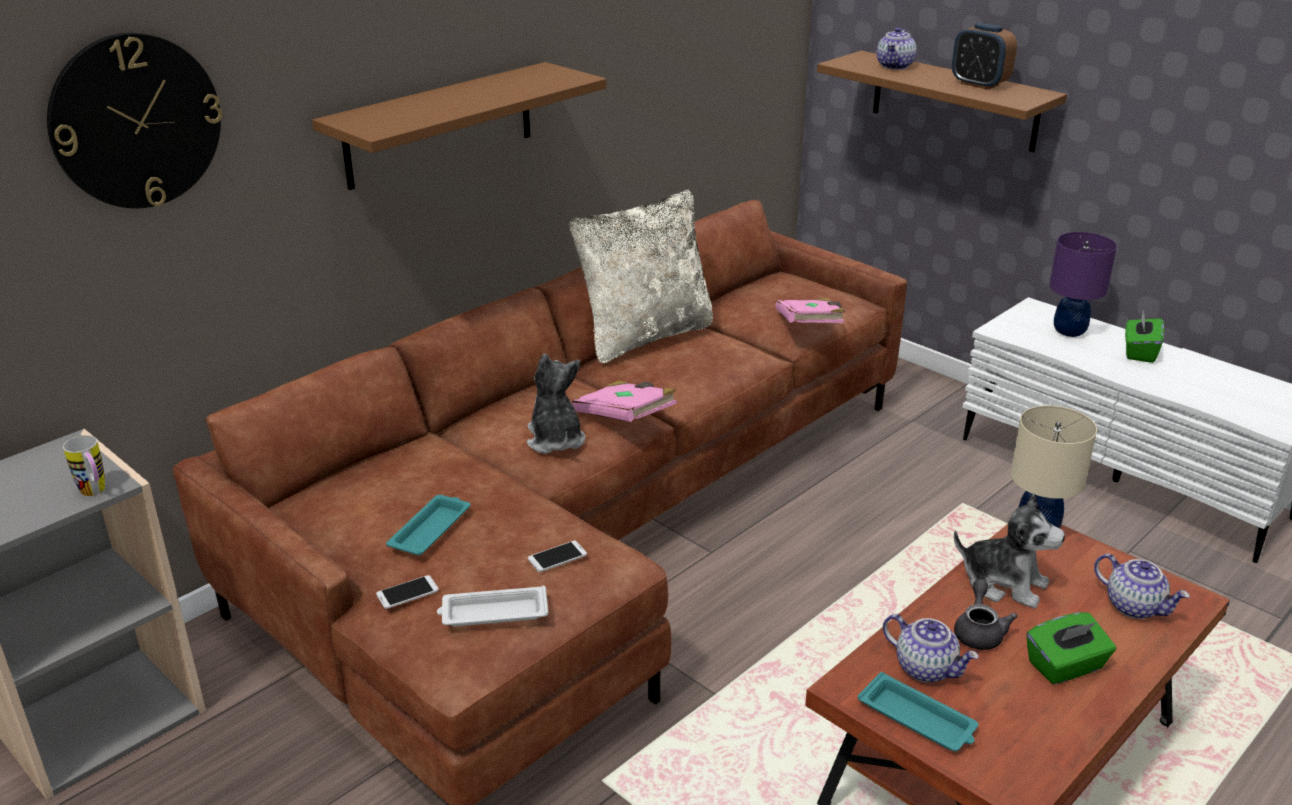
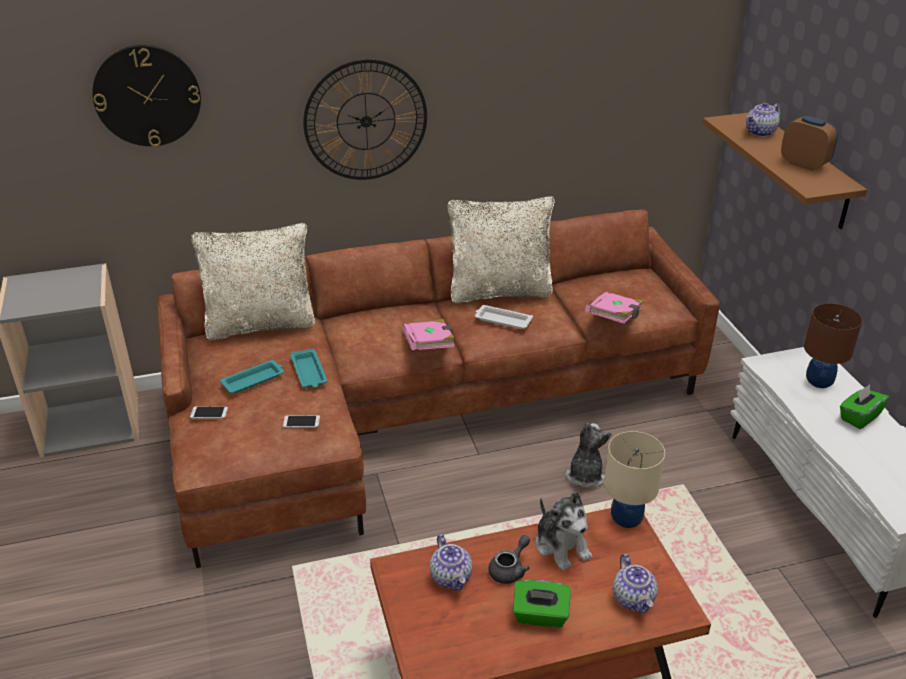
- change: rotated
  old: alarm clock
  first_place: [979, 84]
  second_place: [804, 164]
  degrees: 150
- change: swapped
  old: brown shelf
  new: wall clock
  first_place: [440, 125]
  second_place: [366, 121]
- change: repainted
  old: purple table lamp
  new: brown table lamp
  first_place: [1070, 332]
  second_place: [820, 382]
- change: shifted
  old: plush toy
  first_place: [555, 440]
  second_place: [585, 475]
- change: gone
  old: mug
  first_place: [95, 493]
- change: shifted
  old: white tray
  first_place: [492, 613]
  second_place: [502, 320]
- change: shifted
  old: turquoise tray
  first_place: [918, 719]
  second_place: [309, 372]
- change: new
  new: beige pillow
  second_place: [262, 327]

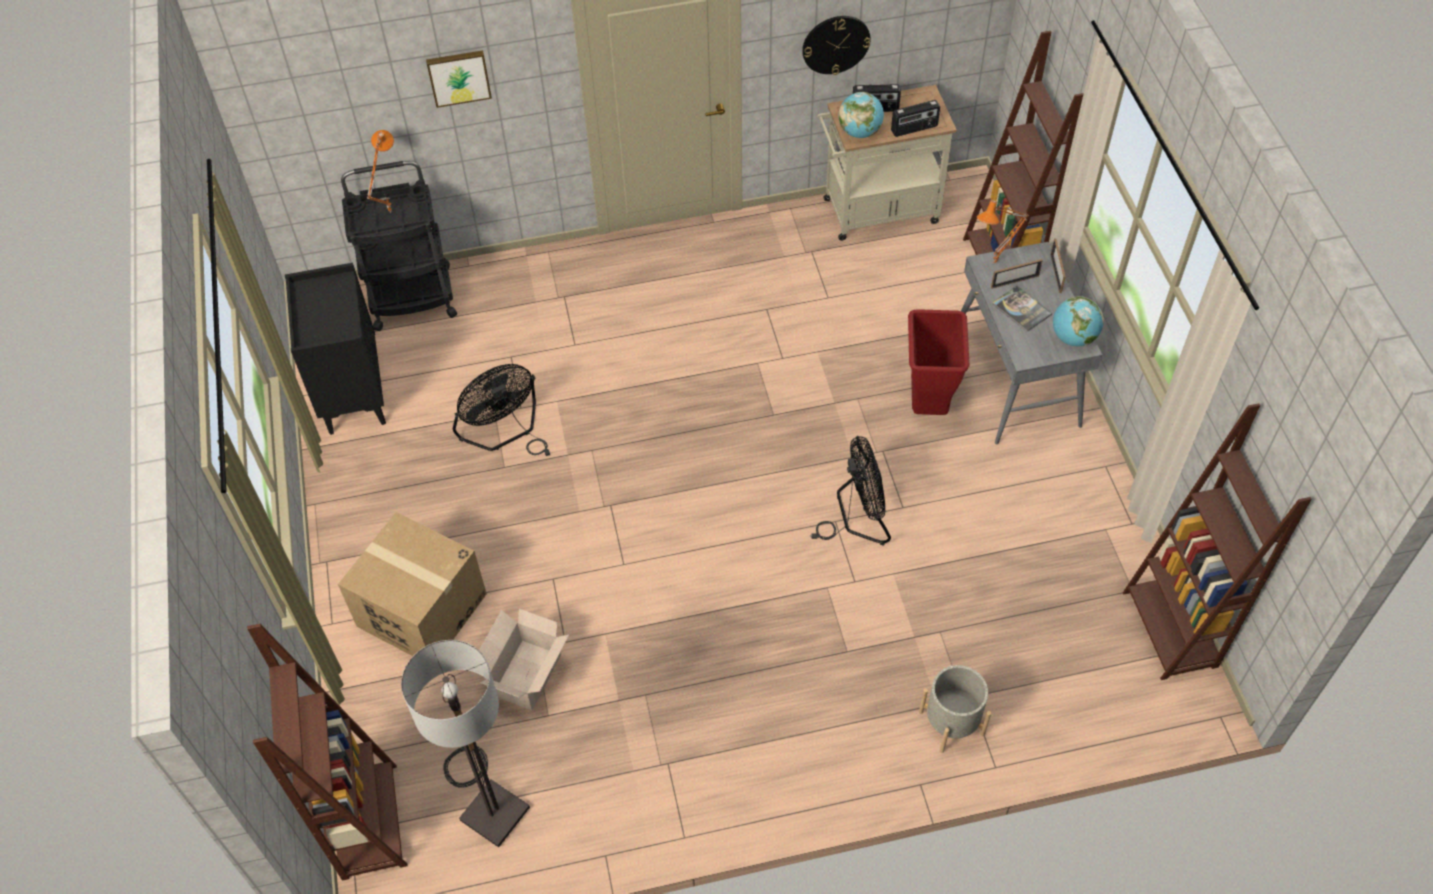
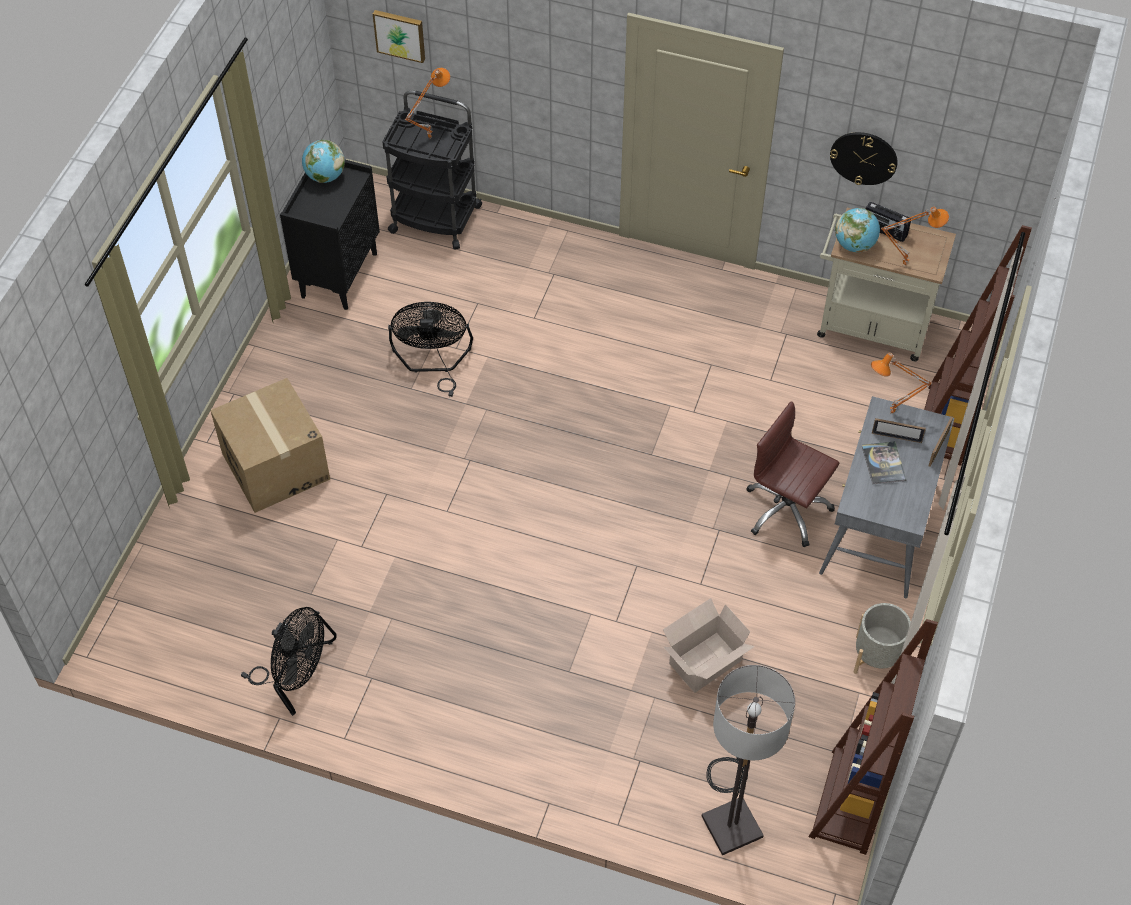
- change: shifted
  old: picture
  first_place: [459, 77]
  second_place: [400, 34]
- change: swapped
  old: radio
  new: orange table lamp
  first_place: [914, 129]
  second_place: [905, 264]
- change: shifted
  old: globe
  first_place: [1073, 337]
  second_place: [325, 176]
- change: swapped
  old: red trash can
  new: brown office chair
  first_place: [927, 403]
  second_place: [786, 510]
- change: shifted
  old: black fan
  first_place: [855, 513]
  second_place: [294, 674]
- change: shifted
  old: cardboard box
  first_place: [525, 677]
  second_place: [703, 663]
- change: gone
  old: brown bookcase
  first_place: [369, 821]
- change: shifted
  old: floor lamp
  first_place: [486, 799]
  second_place: [730, 811]
- change: shifted
  old: grey planter
  first_place: [951, 723]
  second_place: [877, 657]

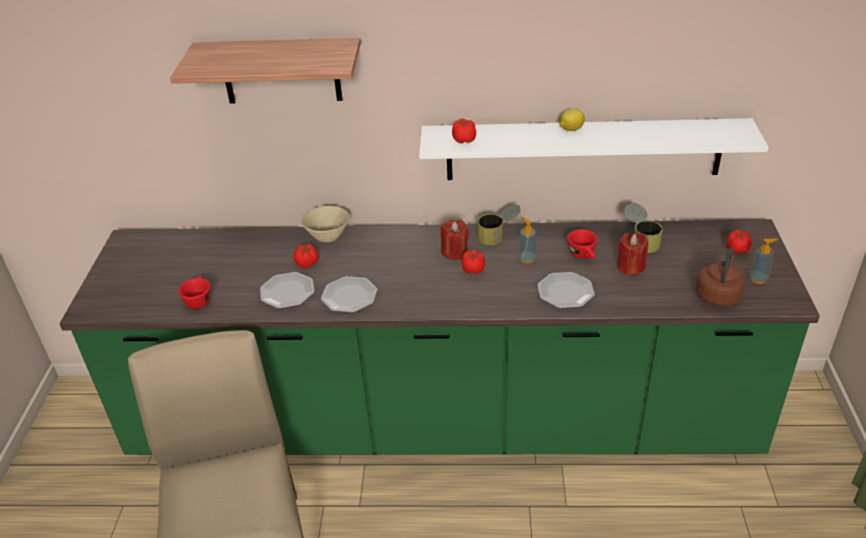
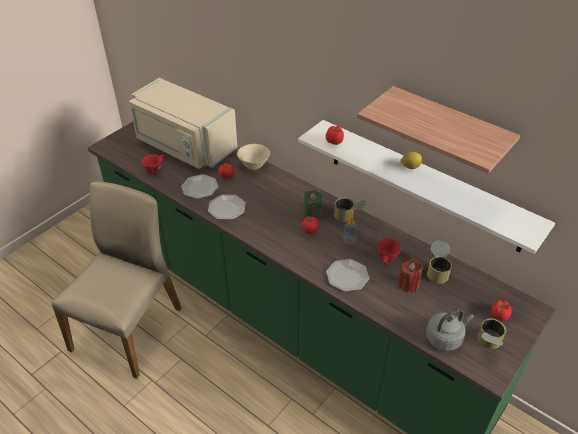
- change: shifted
  old: shelf
  first_place: [281, 71]
  second_place: [448, 132]
- change: repainted
  old: red candle
  new: green candle
  first_place: [454, 252]
  second_place: [312, 213]
- change: swapped
  old: soap dispenser
  new: can
  first_place: [758, 279]
  second_place: [487, 344]
- change: repainted
  old: brown kettle
  new: grey kettle
  first_place: [718, 294]
  second_place: [445, 338]
- change: new
  new: beige microwave
  second_place: [184, 146]

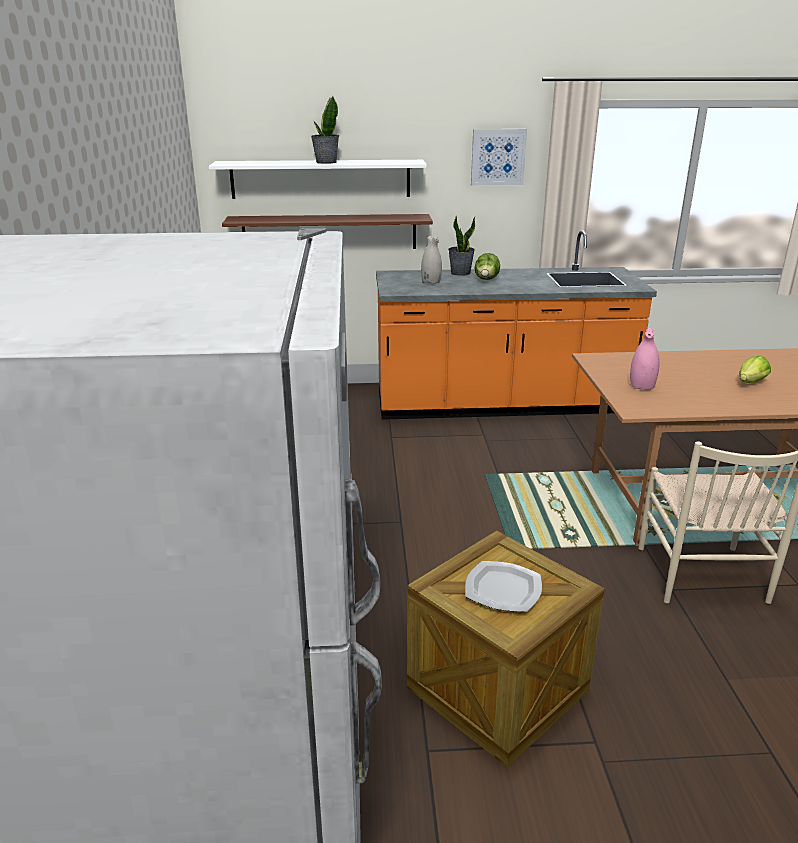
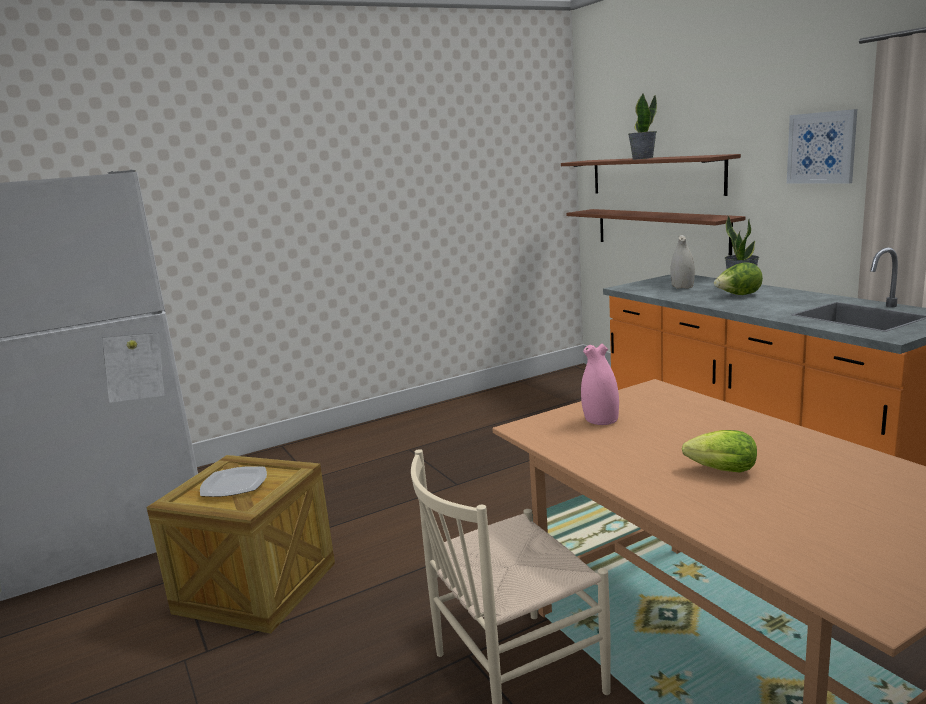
- change: repainted
  old: white shelf
  new: brown shelf
  first_place: [320, 179]
  second_place: [654, 176]

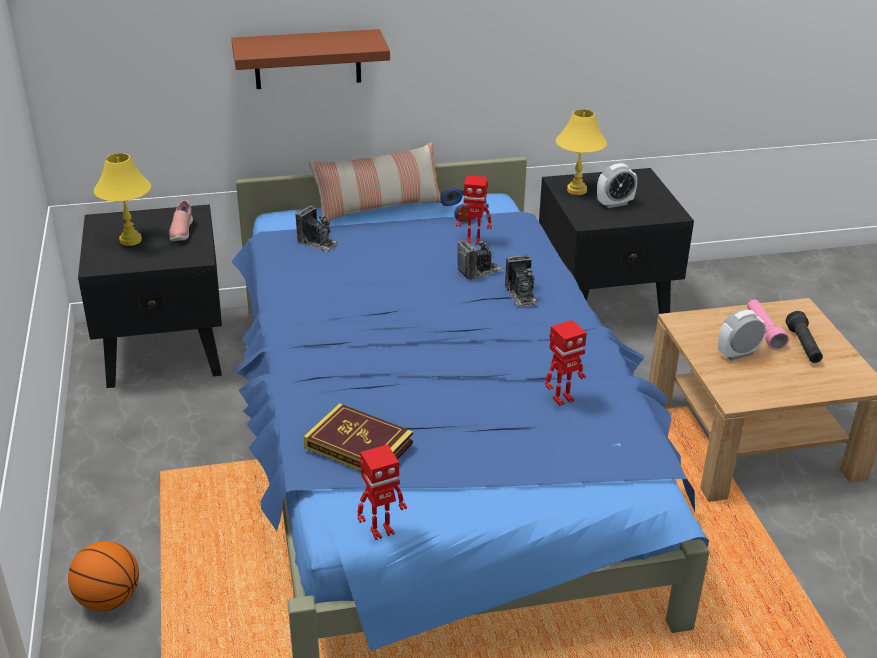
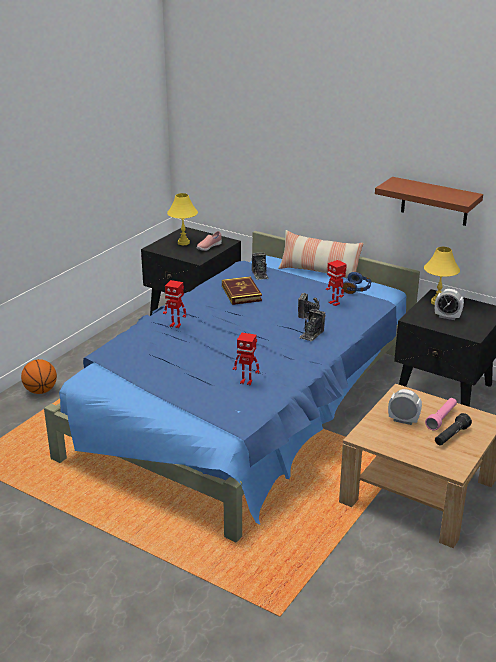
- change: shifted
  old: brown shelf
  first_place: [307, 59]
  second_place: [434, 201]
- change: shifted
  old: book
  first_place: [358, 445]
  second_place: [241, 293]
- change: shifted
  old: toy robot
  first_place: [381, 531]
  second_place: [175, 325]

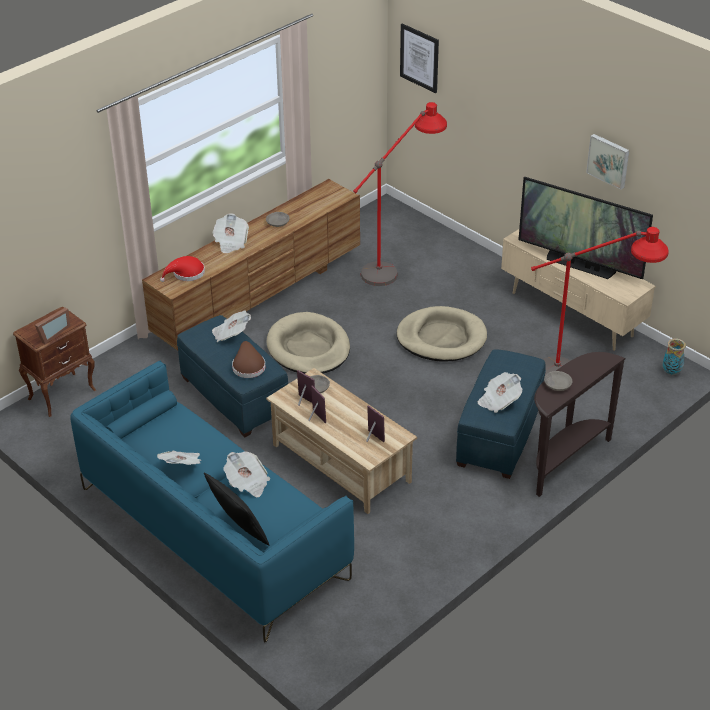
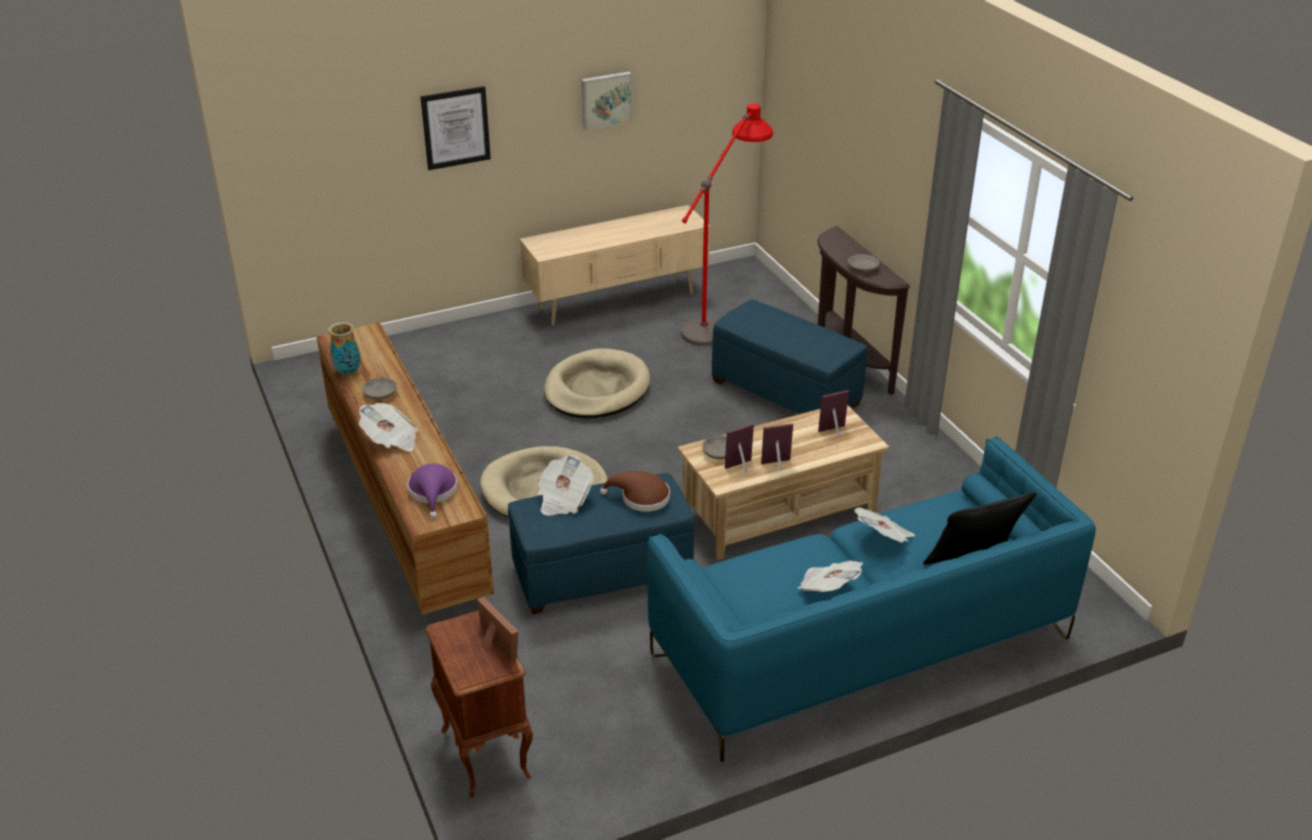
- change: shifted
  old: picture
  first_place: [419, 58]
  second_place: [455, 127]
- change: gone
  old: red floor lamp
  first_place: [398, 264]
- change: gone
  old: television
  first_place: [579, 265]
- change: repainted
  old: red hat
  new: purple hat
  first_place: [186, 274]
  second_place: [433, 492]
- change: shifted
  old: vase
  first_place: [671, 372]
  second_place: [347, 372]
- change: gone
  old: newspaper
  first_place: [499, 401]

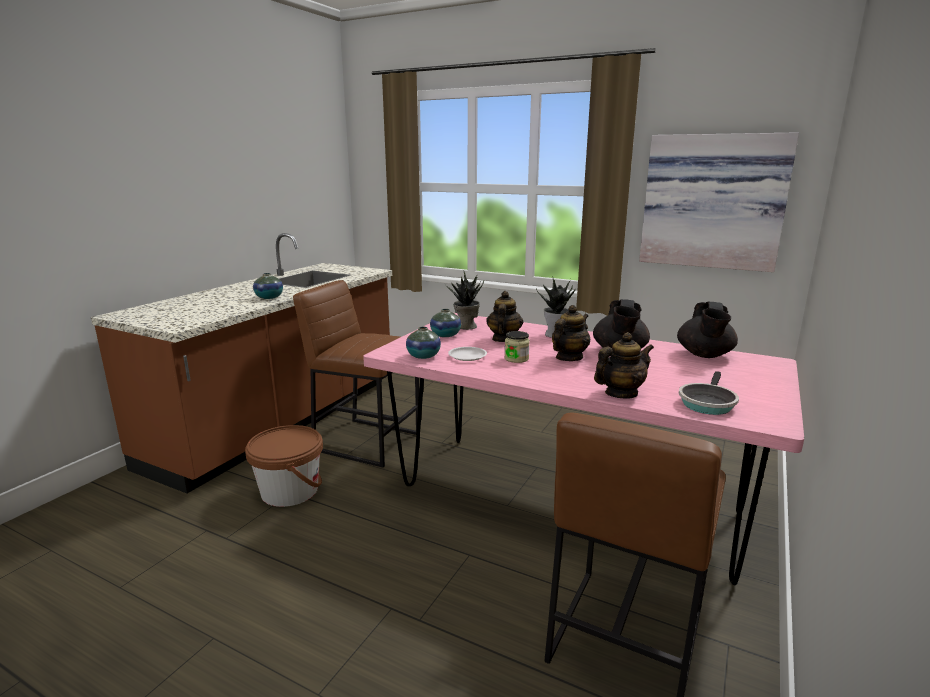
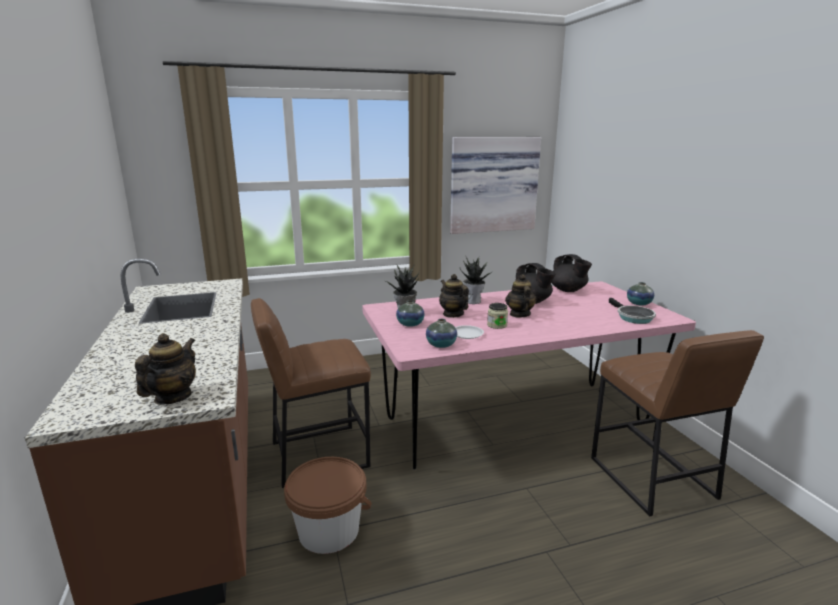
- change: shifted
  old: vase
  first_place: [269, 297]
  second_place: [639, 303]
- change: shifted
  old: teapot
  first_place: [621, 393]
  second_place: [172, 397]

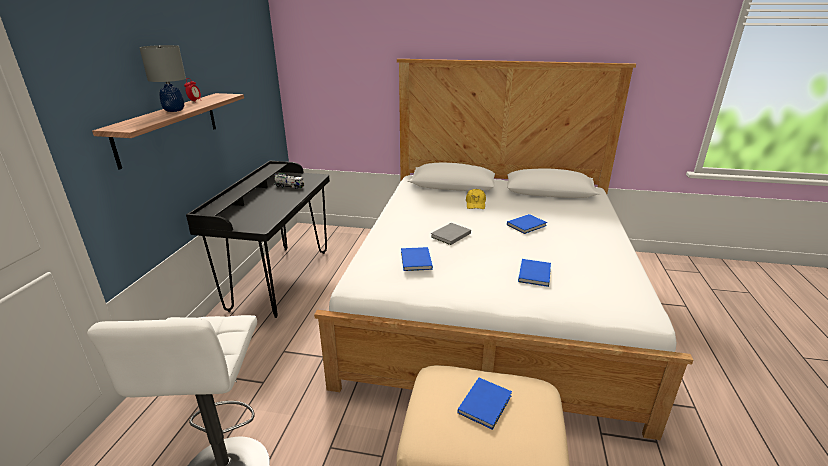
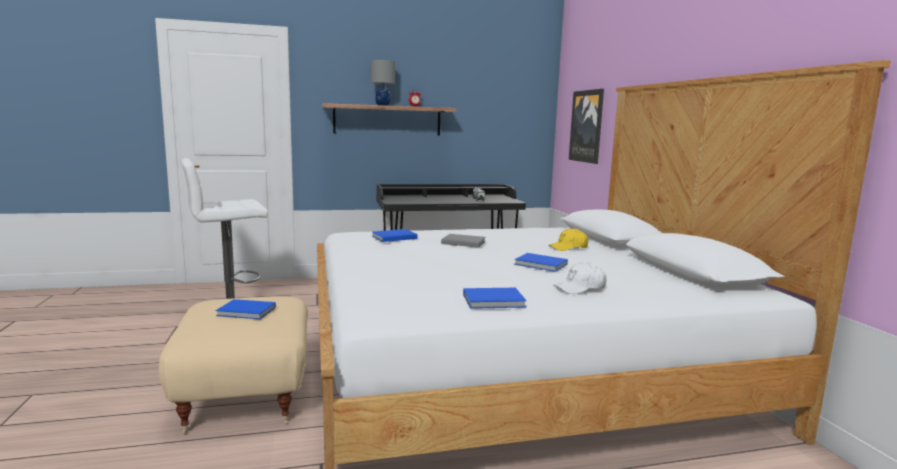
- change: shifted
  old: blue book
  first_place: [535, 273]
  second_place: [495, 301]
- change: new
  new: picture
  second_place: [587, 126]
- change: new
  new: white cap
  second_place: [580, 288]

